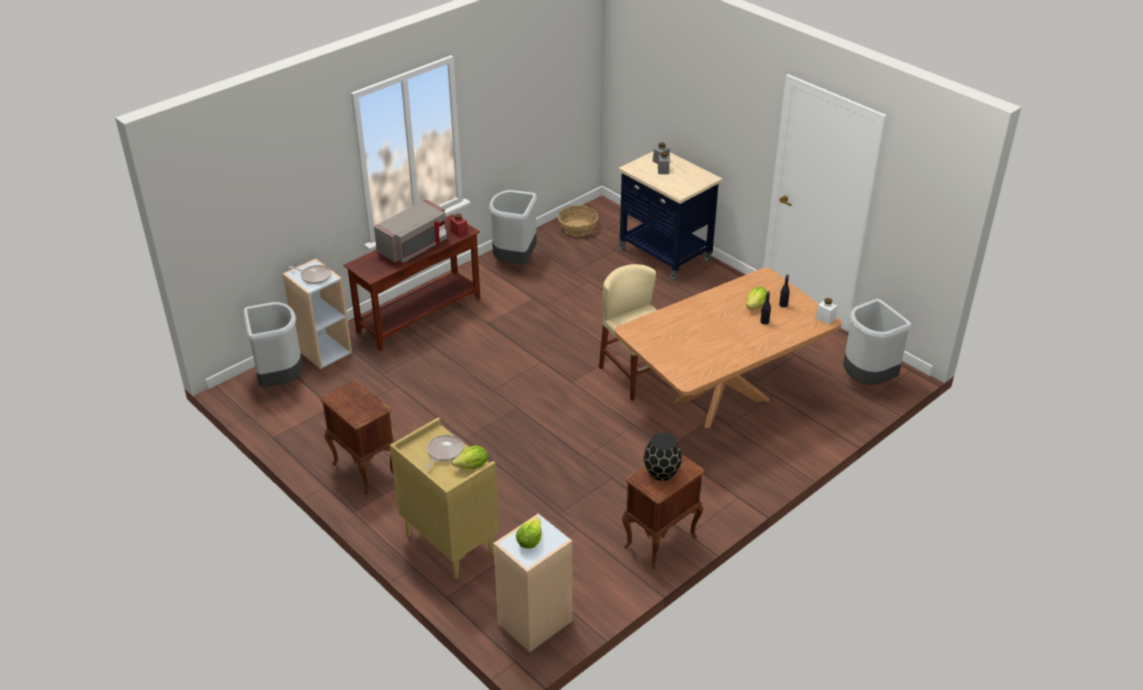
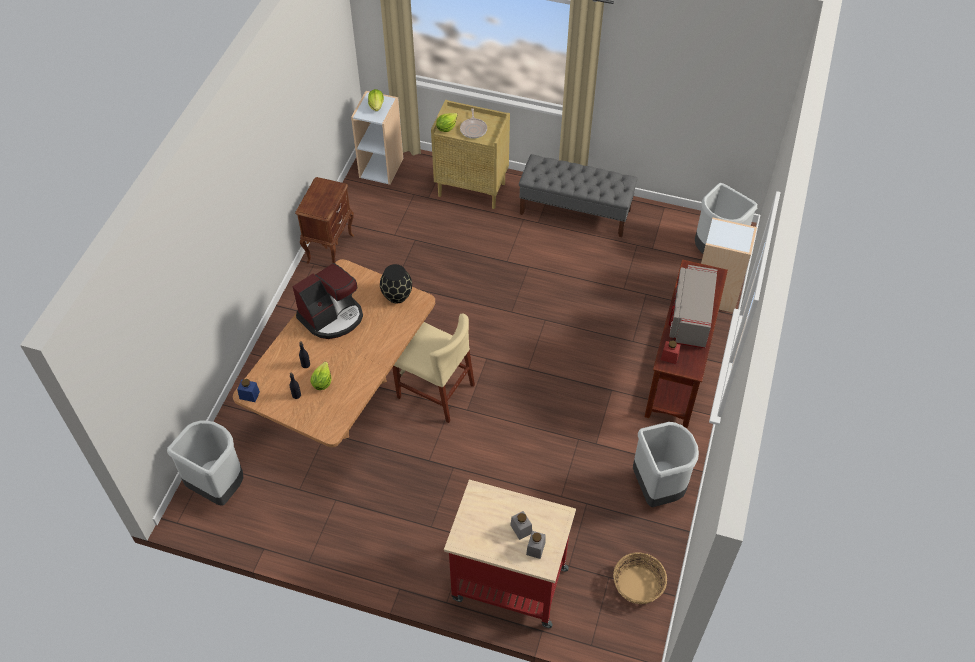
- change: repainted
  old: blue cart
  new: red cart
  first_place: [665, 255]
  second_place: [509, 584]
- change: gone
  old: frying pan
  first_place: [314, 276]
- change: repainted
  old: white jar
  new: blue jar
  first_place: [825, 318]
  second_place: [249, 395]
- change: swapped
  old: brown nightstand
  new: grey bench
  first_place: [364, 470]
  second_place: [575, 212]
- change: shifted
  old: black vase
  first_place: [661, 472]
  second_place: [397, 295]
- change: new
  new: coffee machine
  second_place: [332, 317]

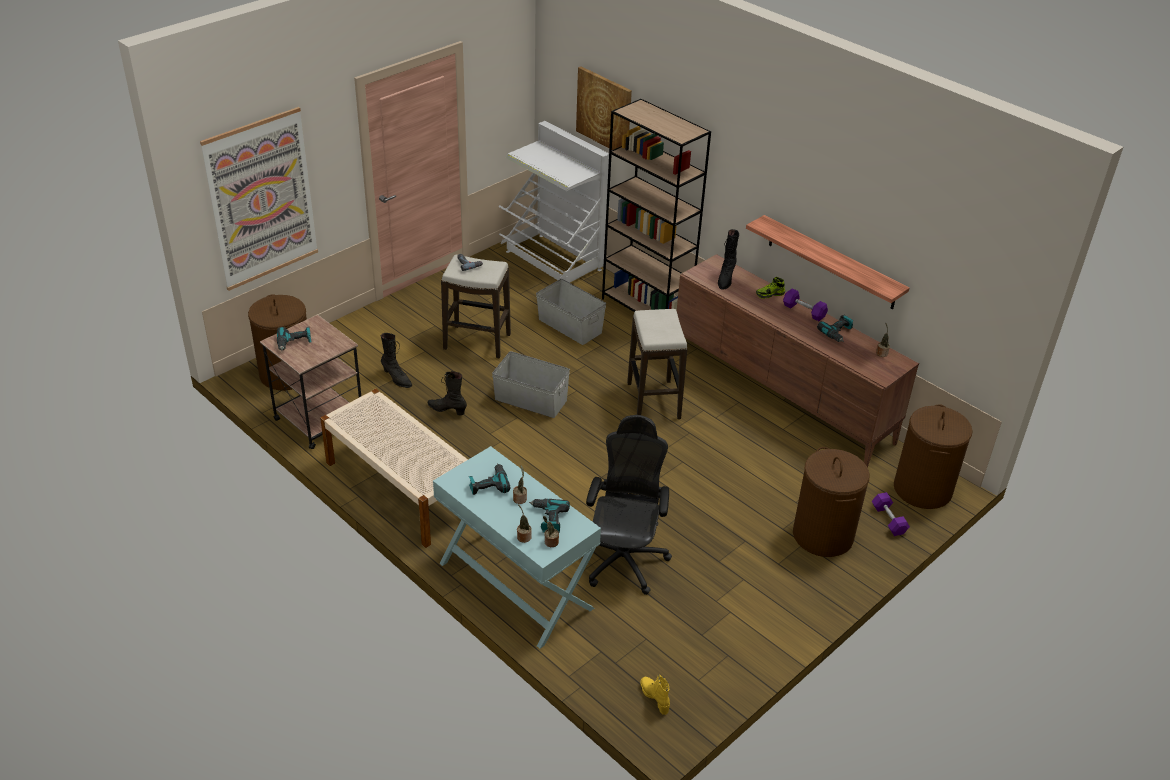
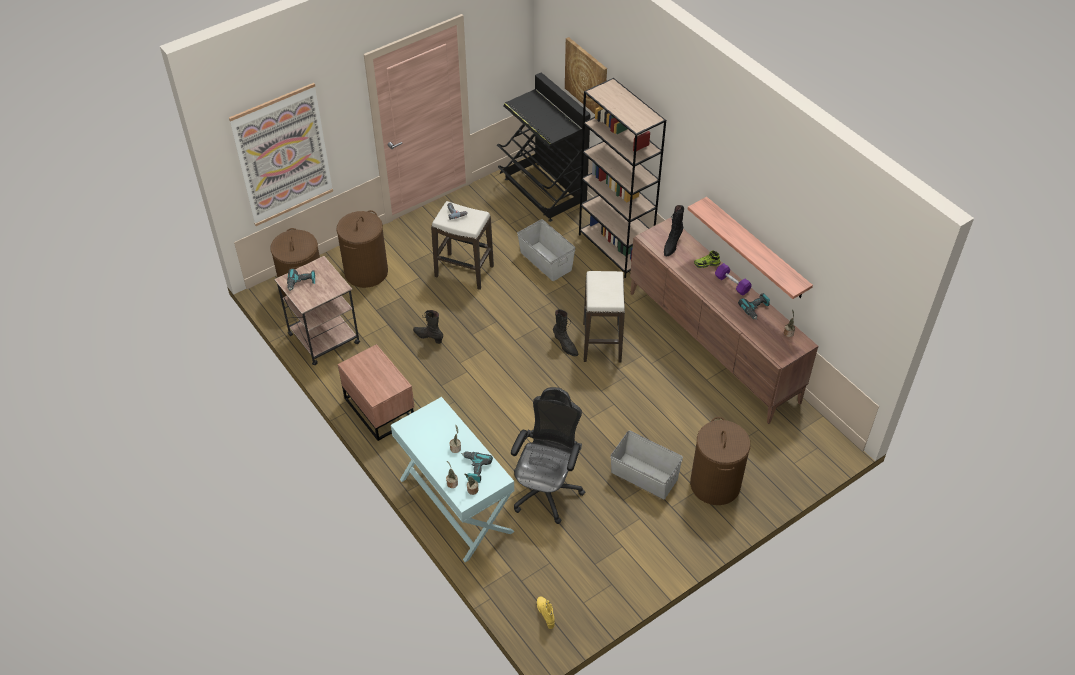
- change: repainted
  old: white shoe rack
  new: black shoe rack
  first_place: [550, 262]
  second_place: [541, 192]
- change: shifted
  old: black boot
  first_place: [396, 379]
  second_place: [565, 346]
- change: shifted
  old: grey storage box
  first_place: [531, 400]
  second_place: [644, 476]
- change: swapped
  old: beige bench
  new: brown nightstand
  first_place: [401, 488]
  second_place: [380, 408]
- change: shifted
  old: brown laundry basket
  first_place: [923, 489]
  second_place: [366, 272]
- change: gone
  old: power drill
  first_place: [488, 484]
- change: gone
  old: purple dumbbell
  first_place: [888, 520]

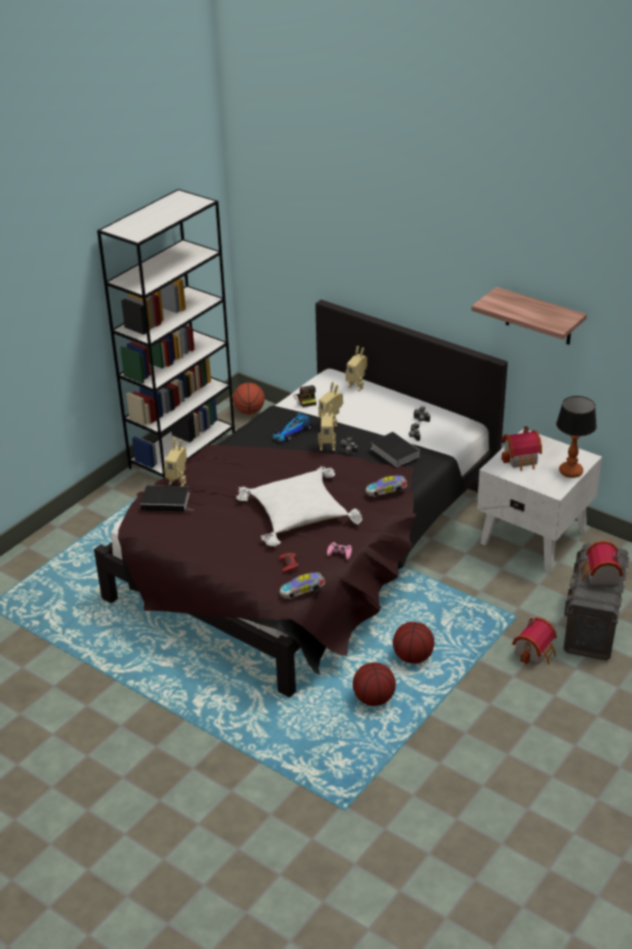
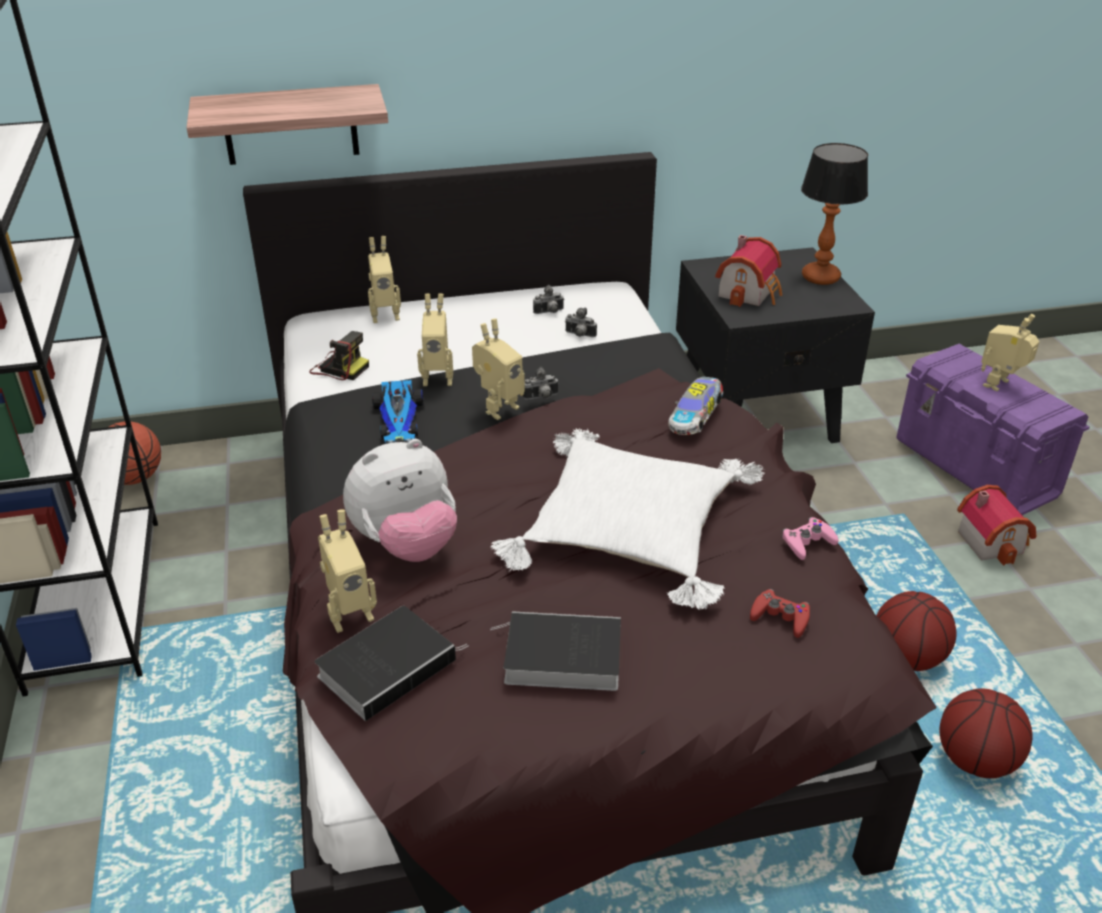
- change: shifted
  old: shelf
  first_place: [539, 317]
  second_place: [290, 125]
- change: repainted
  old: white nightstand
  new: black nightstand
  first_place: [534, 537]
  second_place: [758, 415]
- change: shifted
  old: book
  first_place: [393, 451]
  second_place: [559, 657]
- change: swapped
  old: toy house
  new: toy robot
  first_place: [600, 576]
  second_place: [1000, 385]
- change: repainted
  old: grey storage box
  new: purple storage box
  first_place: [592, 624]
  second_place: [975, 469]
- change: gone
  old: toy car
  first_place: [303, 591]
- change: new
  new: plush toy
  second_place: [406, 545]

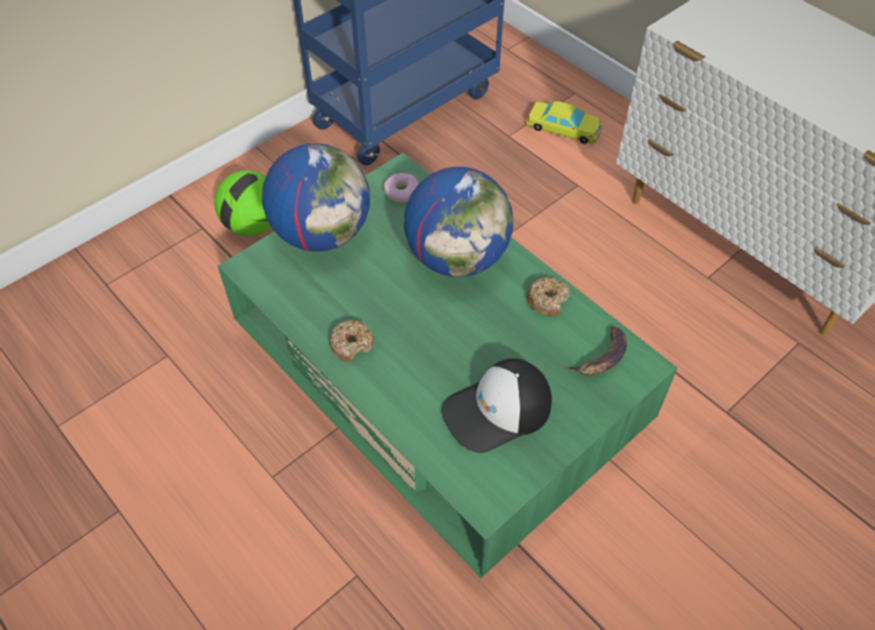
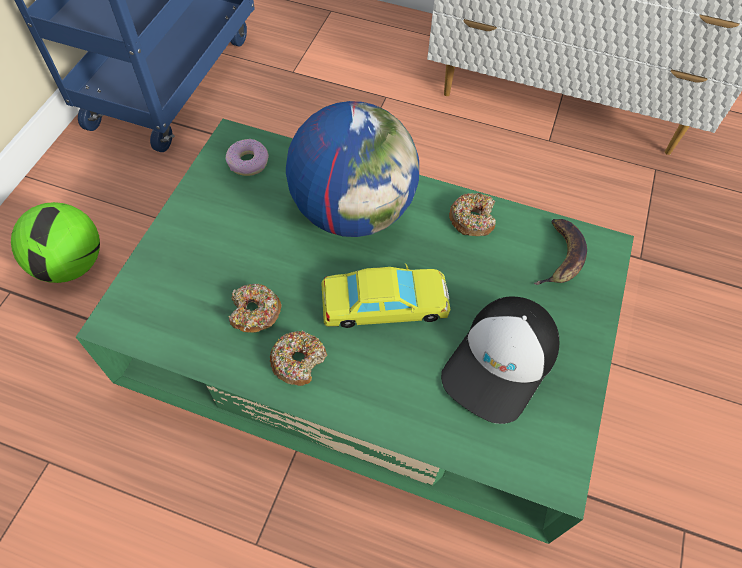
- change: shifted
  old: yellow toy car
  first_place: [563, 127]
  second_place: [385, 302]
- change: gone
  old: globe
  first_place: [322, 233]
- change: new
  new: donut
  second_place: [255, 313]

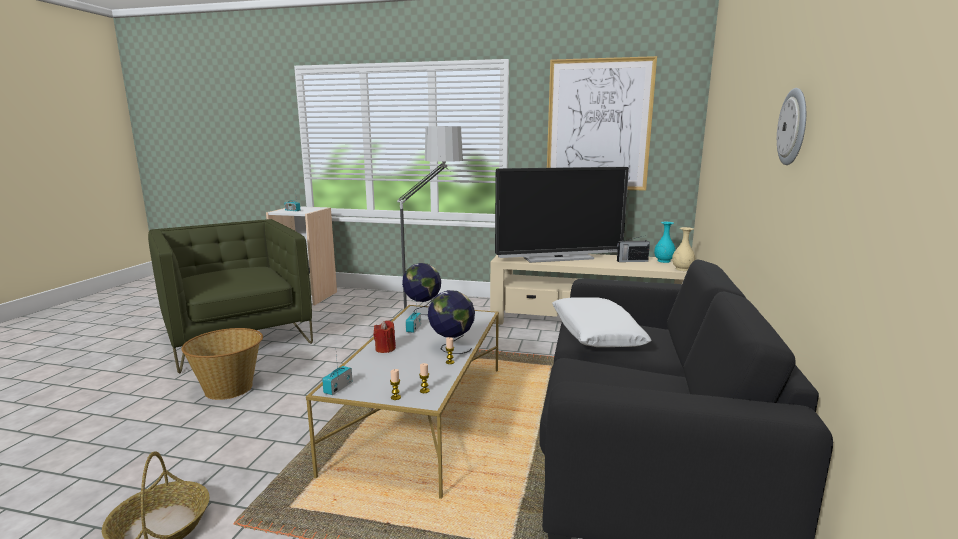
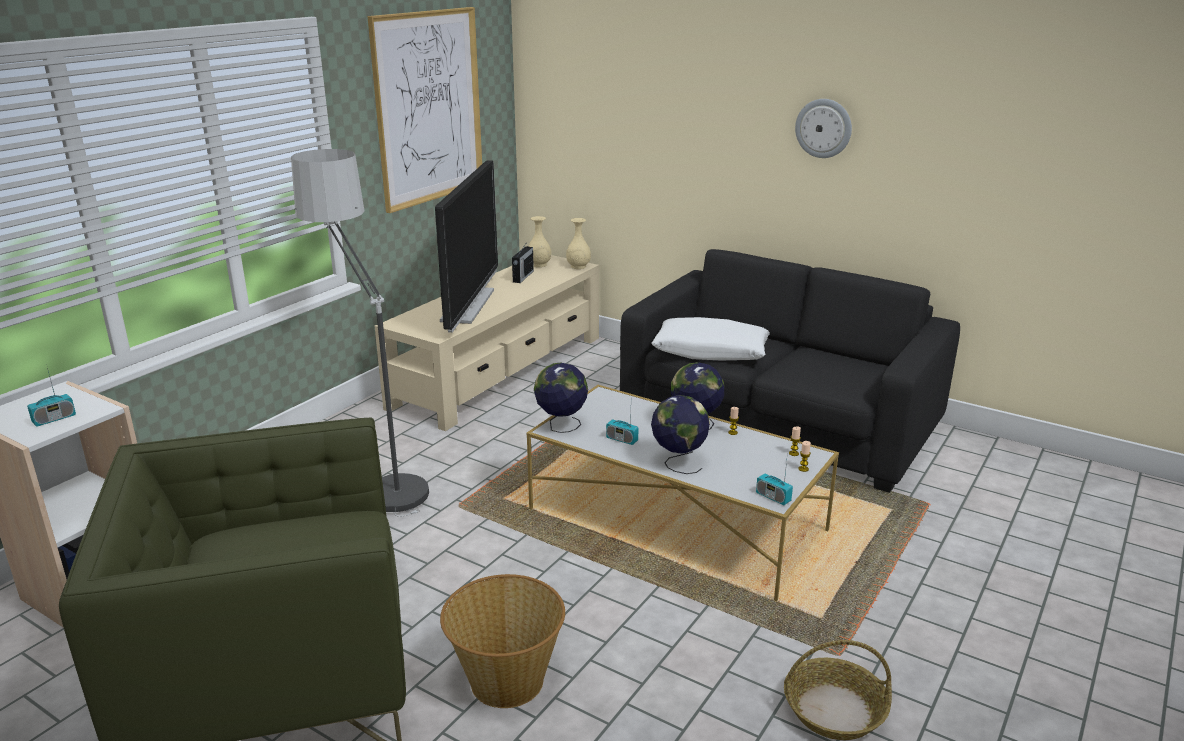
- change: repainted
  old: turquoise vase
  new: beige vase
  first_place: [663, 261]
  second_place: [539, 264]
- change: swapped
  old: red candle
  new: globe
  first_place: [385, 349]
  second_place: [678, 463]

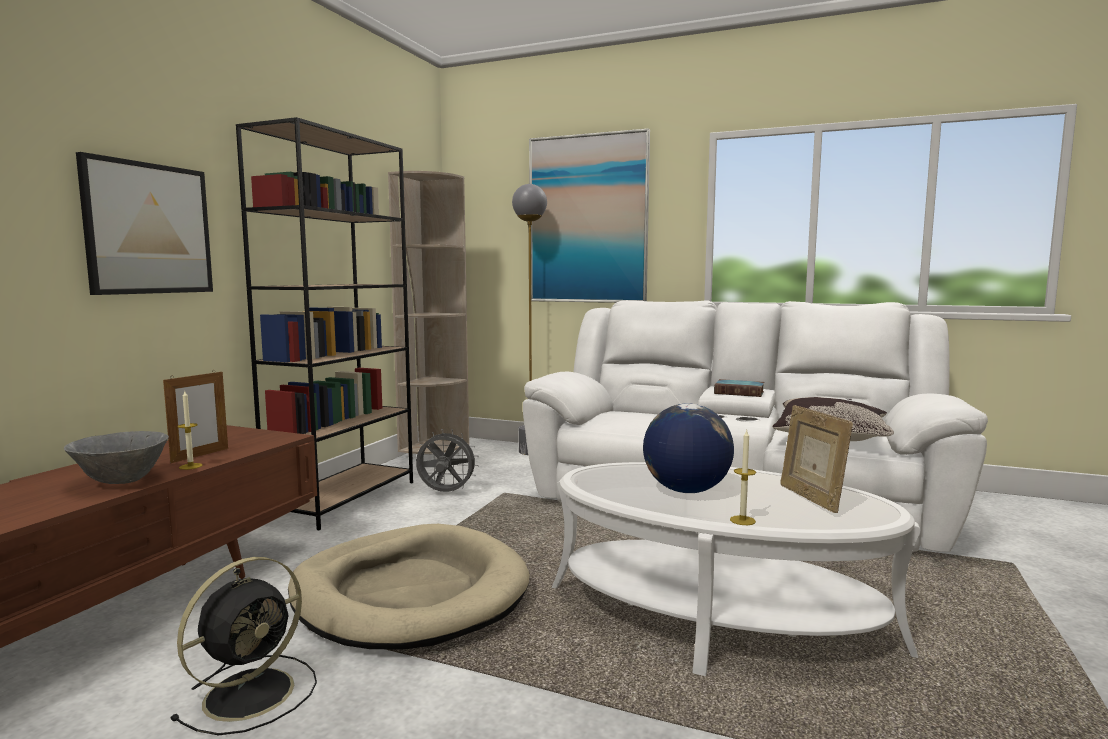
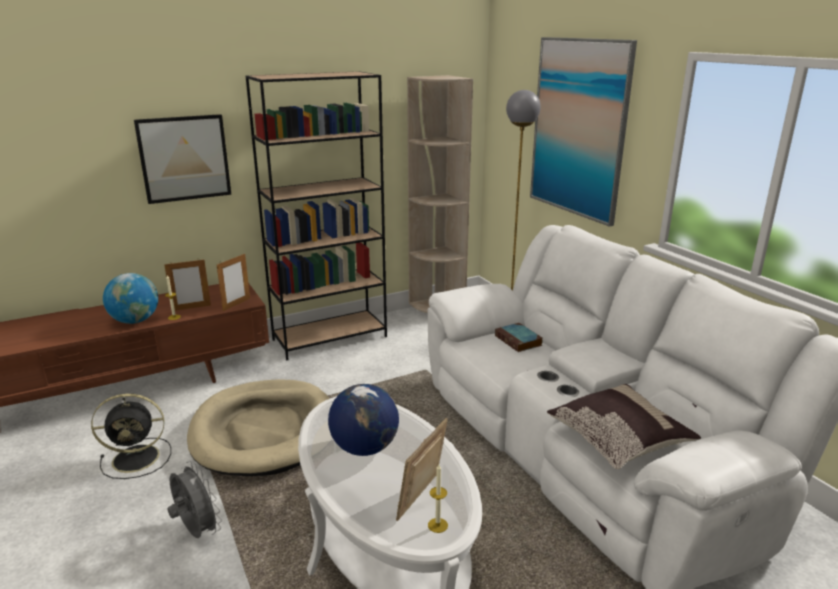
- change: shifted
  old: book
  first_place: [740, 392]
  second_place: [519, 341]
- change: shifted
  old: grey fan
  first_place: [445, 493]
  second_place: [196, 532]
- change: shifted
  old: candle
  first_place: [742, 520]
  second_place: [437, 525]
- change: swapped
  old: grey bowl
  new: globe
  first_place: [122, 482]
  second_place: [135, 321]
- change: new
  new: picture frame
  second_place: [236, 304]

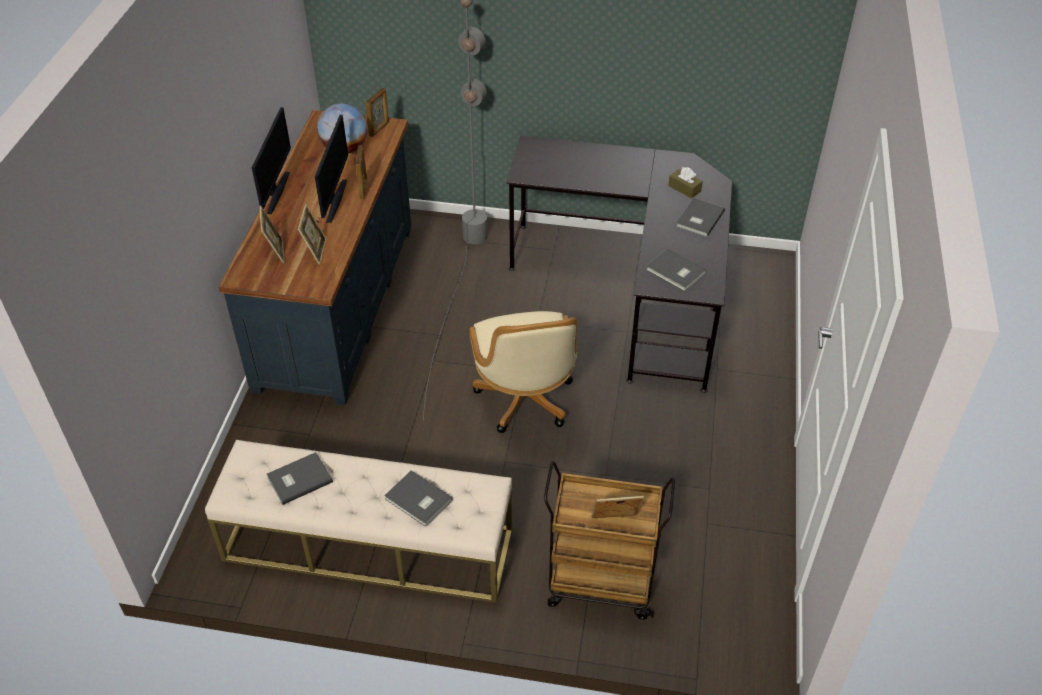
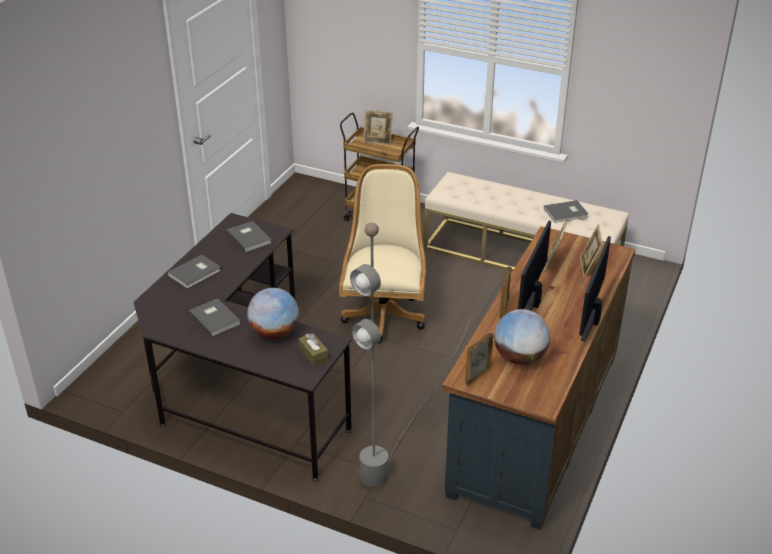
- change: shifted
  old: brown tissue box
  first_place: [684, 188]
  second_place: [313, 354]
- change: shifted
  old: grey book
  first_place: [418, 501]
  second_place: [215, 318]
- change: new
  new: globe
  second_place: [274, 333]

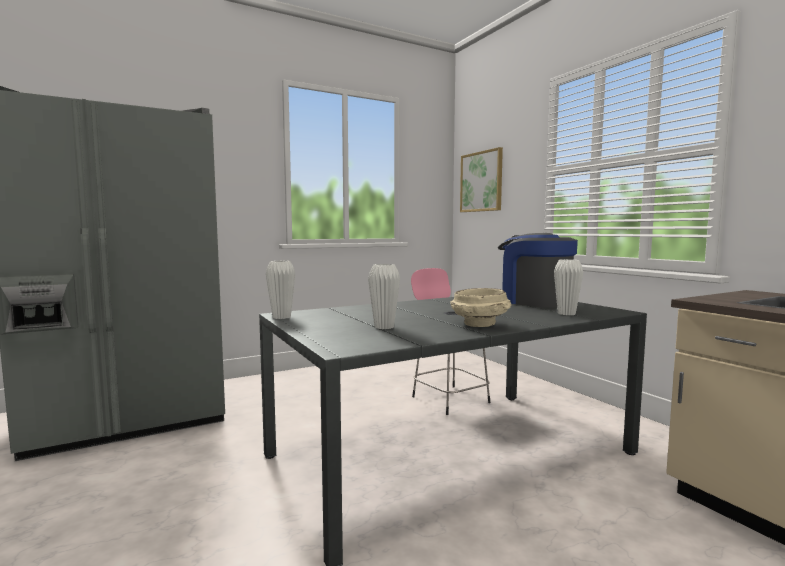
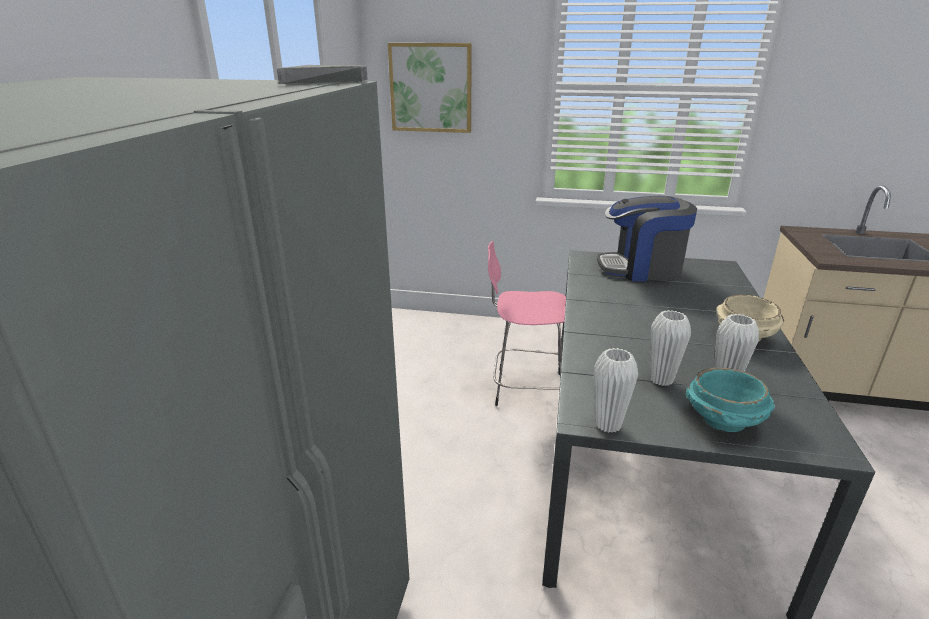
- change: shifted
  old: white vase
  first_place: [566, 313]
  second_place: [661, 379]
- change: new
  new: turquoise bowl
  second_place: [723, 421]

